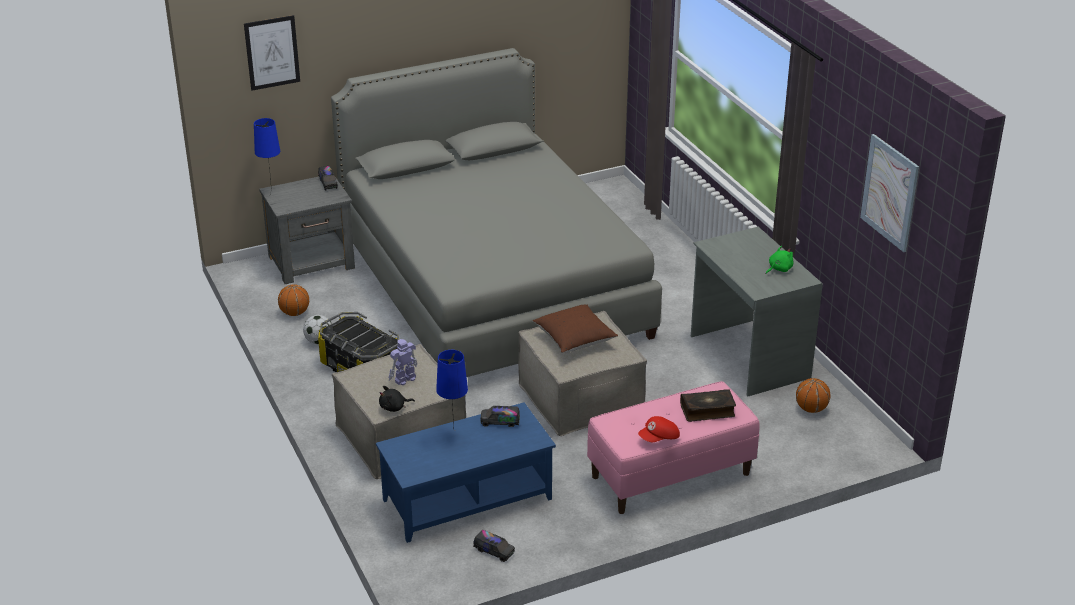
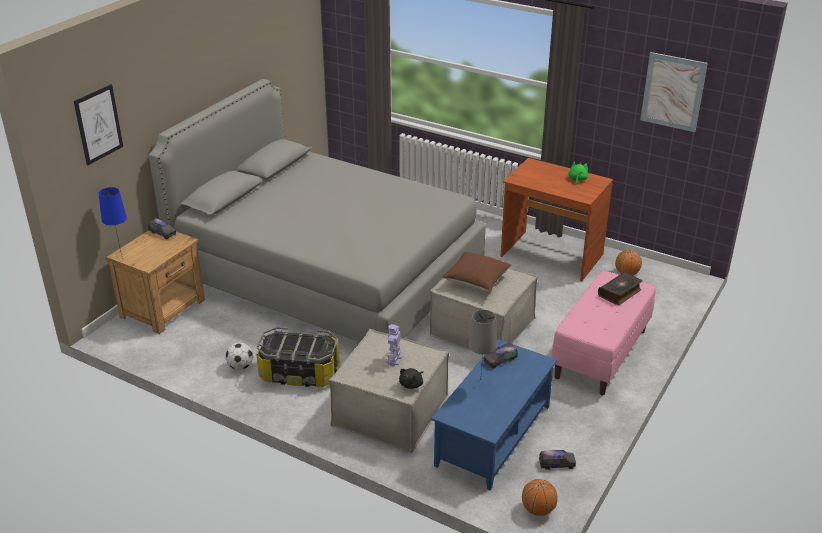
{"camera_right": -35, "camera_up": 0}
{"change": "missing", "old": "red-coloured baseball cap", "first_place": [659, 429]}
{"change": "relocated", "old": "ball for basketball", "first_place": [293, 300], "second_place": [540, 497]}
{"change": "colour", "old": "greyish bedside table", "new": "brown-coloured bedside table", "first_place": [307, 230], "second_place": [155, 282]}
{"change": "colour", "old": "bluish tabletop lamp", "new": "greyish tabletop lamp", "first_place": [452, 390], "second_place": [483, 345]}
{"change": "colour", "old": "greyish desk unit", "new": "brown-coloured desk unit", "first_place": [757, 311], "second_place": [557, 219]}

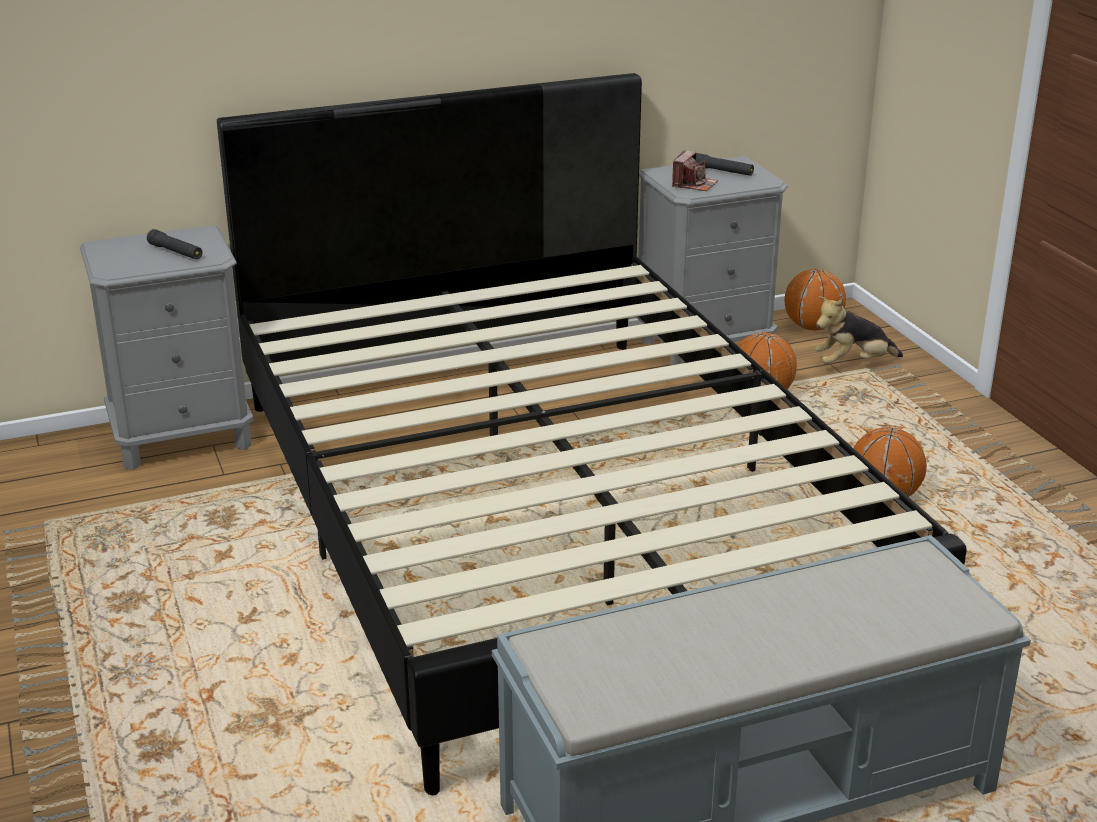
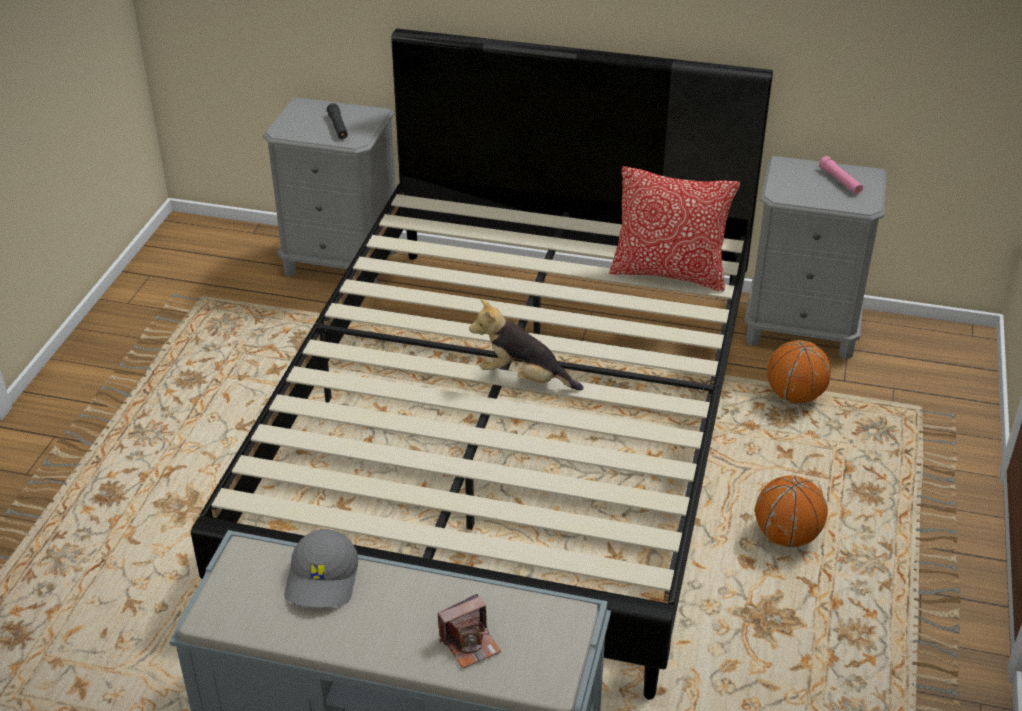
{"camera_right": 35, "camera_up": 10}
{"change": "missing", "old": "ball for basketball", "first_place": [815, 299]}
{"change": "appeared", "new": "greyish baseball cap", "second_place": [321, 568]}
{"change": "appeared", "new": "pillow", "second_place": [674, 229]}
{"change": "relocated", "old": "photo camera", "first_place": [695, 170], "second_place": [469, 631]}
{"change": "relocated", "old": "cuddly toy", "first_place": [859, 330], "second_place": [526, 344]}
{"change": "colour", "old": "black flashlight", "new": "pinkish flashlight", "first_place": [725, 164], "second_place": [841, 175]}

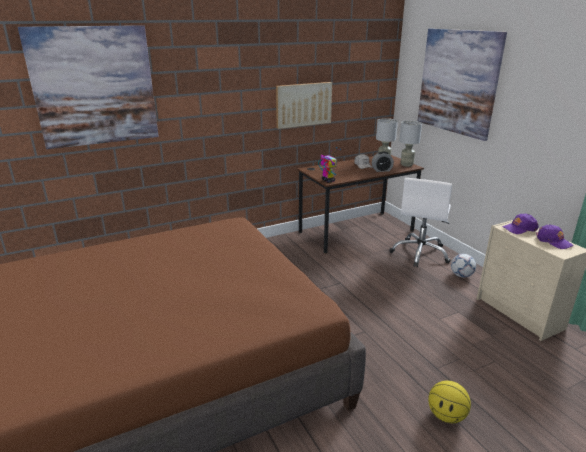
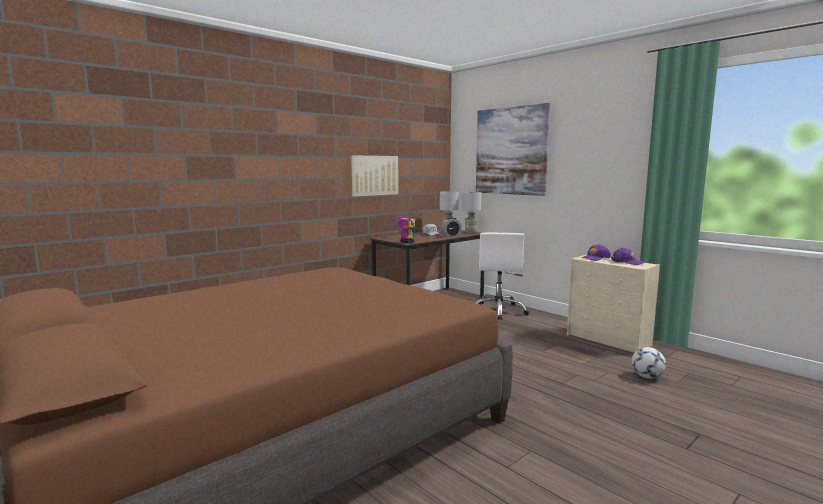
{"camera_right": -15, "camera_up": -15}
{"change": "missing", "old": "picture", "first_place": [88, 87]}
{"change": "missing", "old": "ball for basketball", "first_place": [449, 402]}
{"change": "relocated", "old": "ball for football", "first_place": [463, 266], "second_place": [649, 363]}

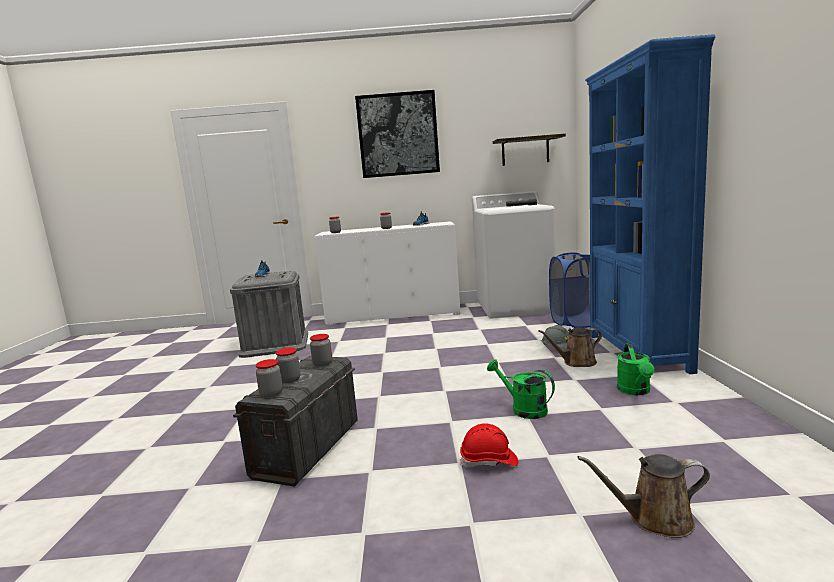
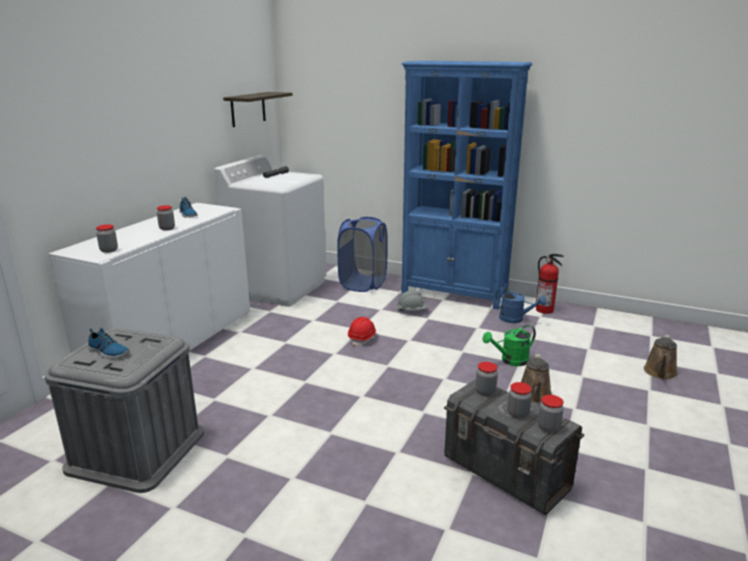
{"camera_right": -65, "camera_up": 10}
{"change": "missing", "old": "picture", "first_place": [397, 134]}
{"change": "appeared", "new": "fire extinguisher", "second_place": [550, 284]}
{"change": "relocated", "old": "red-coloured work helmet", "first_place": [489, 445], "second_place": [363, 332]}
{"change": "relocated", "old": "brown-coloured watering pot", "first_place": [570, 347], "second_place": [536, 378]}
{"change": "colour", "old": "greenish watering pot", "new": "bluish watering pot", "first_place": [636, 369], "second_place": [521, 305]}

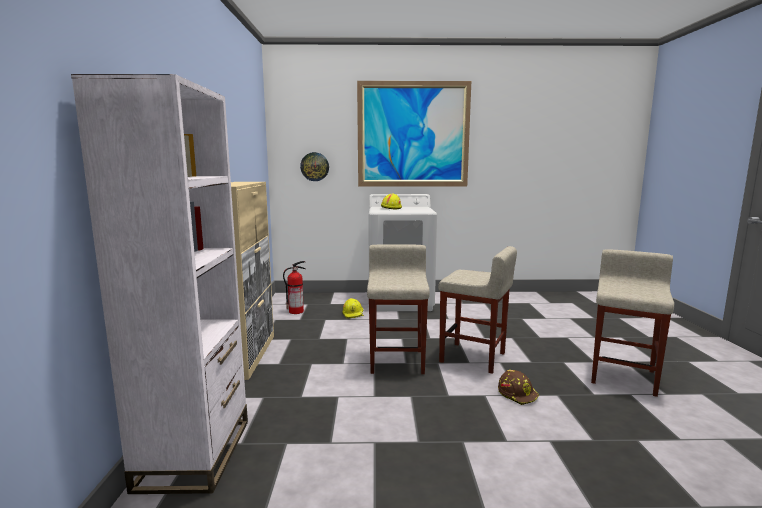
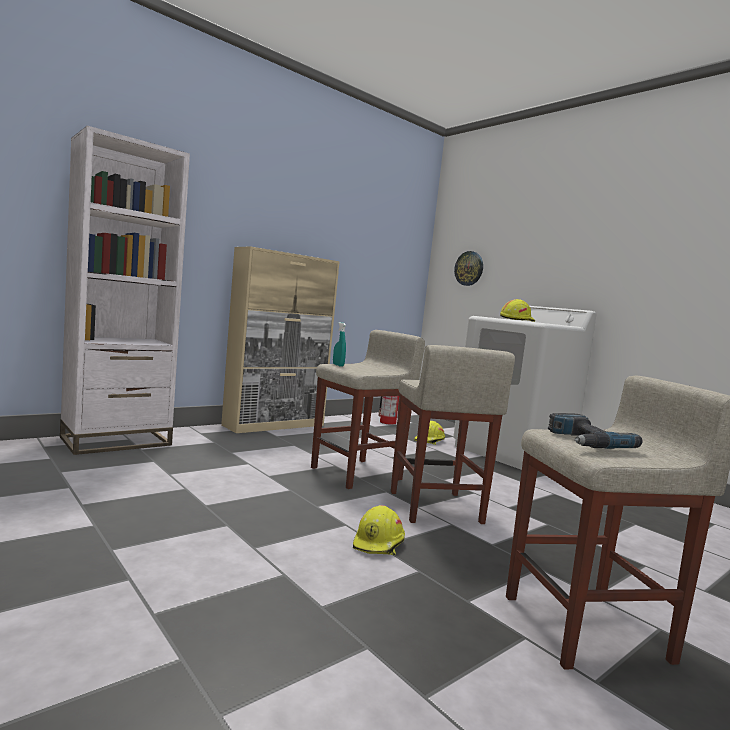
{"camera_right": 50, "camera_up": -5}
{"change": "missing", "old": "picture", "first_place": [414, 134]}
{"change": "appeared", "new": "blue-green hand sprayer", "second_place": [339, 344]}
{"change": "appeared", "new": "power drill", "second_place": [595, 431]}
{"change": "colour", "old": "brown-coloured work helmet", "new": "yellow-coloured work helmet", "first_place": [518, 387], "second_place": [379, 530]}

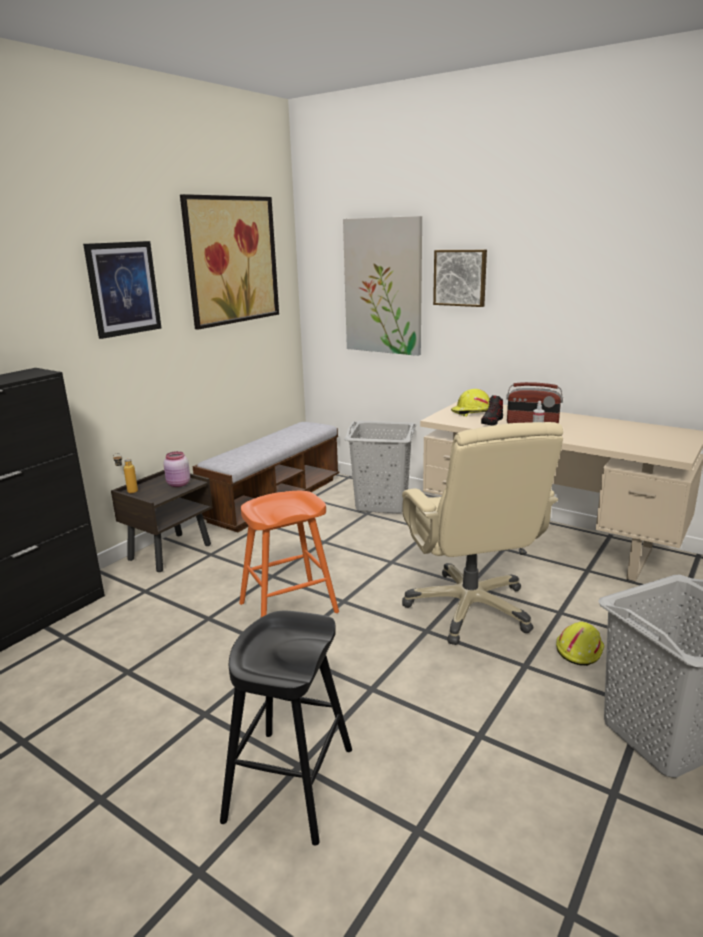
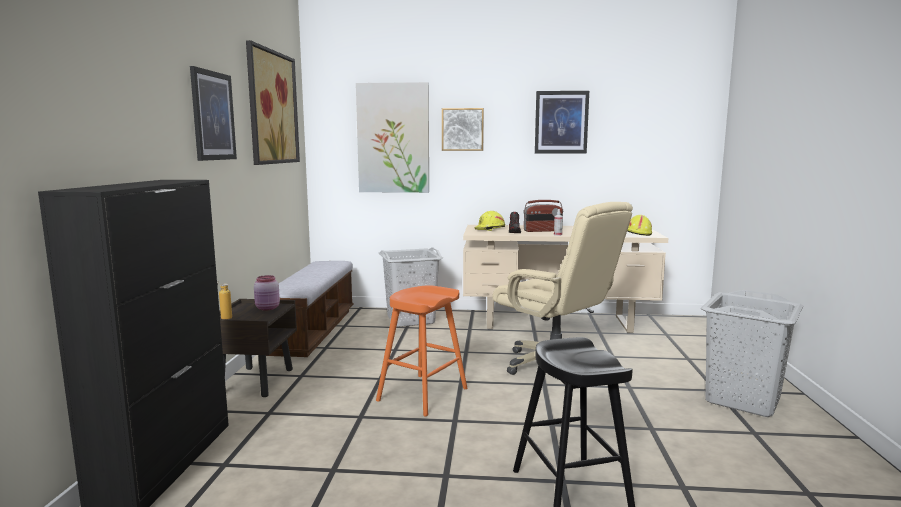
{"camera_right": -30, "camera_up": -10}
{"change": "appeared", "new": "picture", "second_place": [562, 122]}
{"change": "relocated", "old": "yellow-coloured work helmet", "first_place": [580, 644], "second_place": [639, 225]}

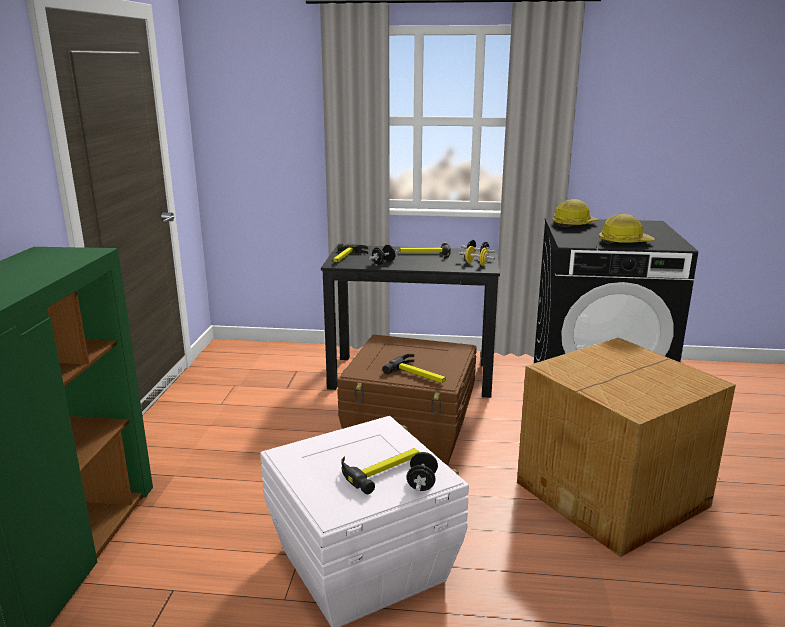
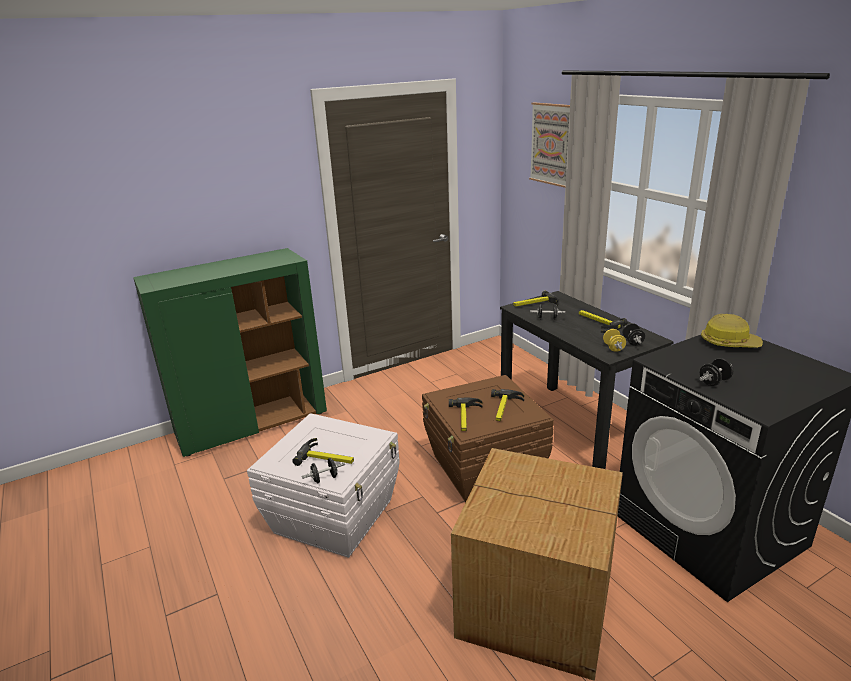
{"camera_right": 55, "camera_up": 5}
{"change": "appeared", "new": "hand hammer", "second_place": [507, 405]}
{"change": "appeared", "new": "picture", "second_place": [549, 145]}
{"change": "exchanged", "old": "work helmet", "new": "black free weight", "first_place": [627, 229], "second_place": [716, 372]}

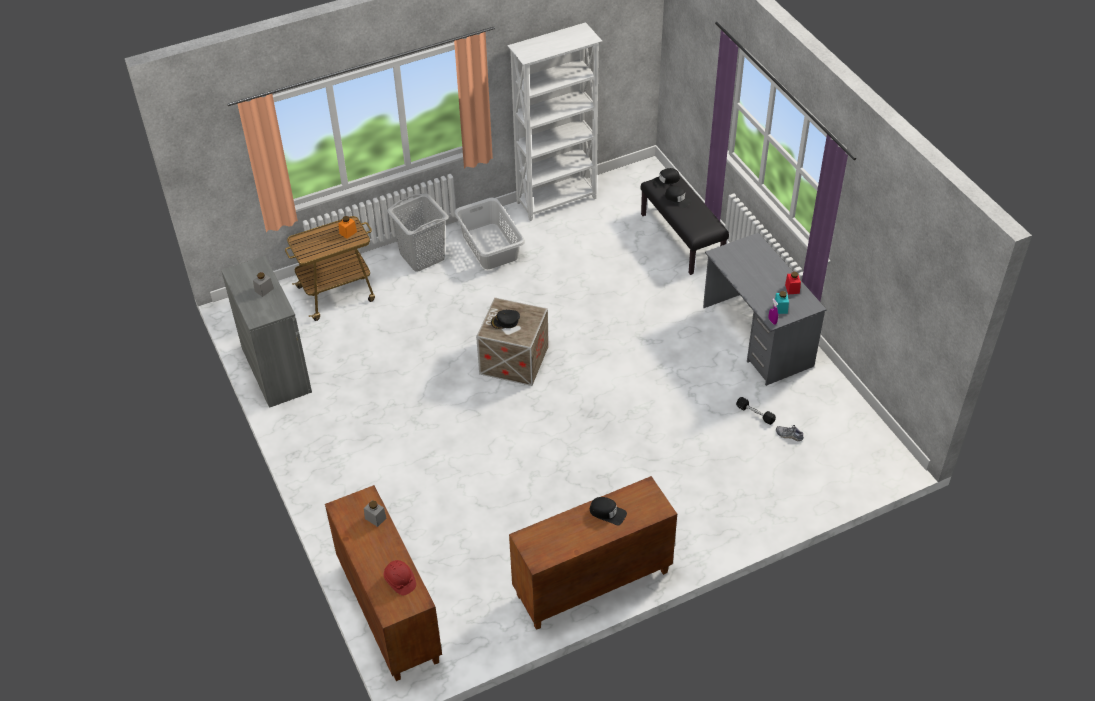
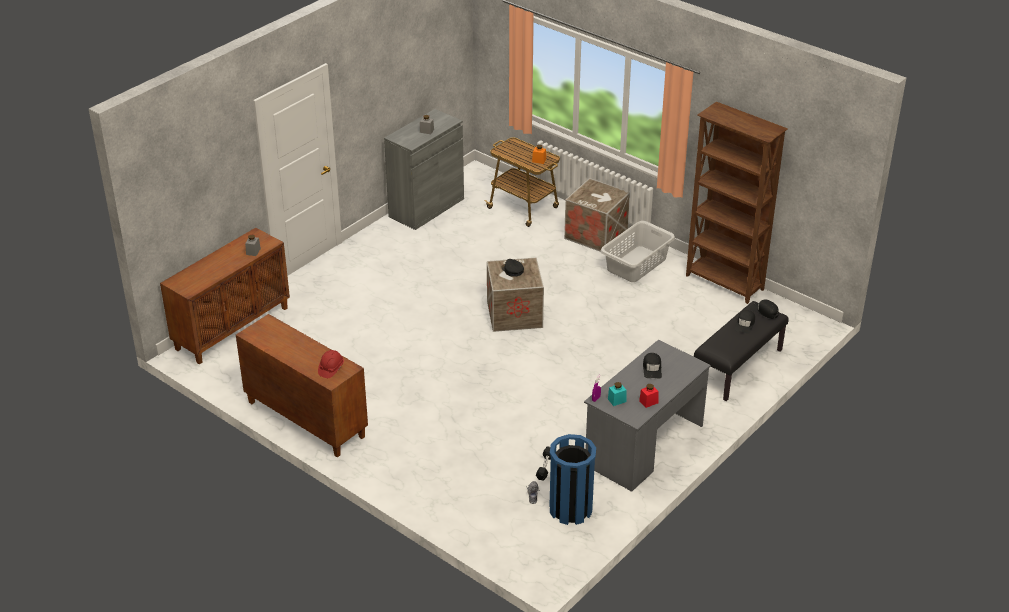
{"camera_right": 65, "camera_up": -10}
{"change": "appeared", "new": "bluish trash can", "second_place": [572, 479]}
{"change": "relocated", "old": "red-coloured work helmet", "first_place": [400, 577], "second_place": [331, 364]}
{"change": "relocated", "old": "black baseball cap", "first_place": [608, 511], "second_place": [652, 365]}
{"change": "exchanged", "old": "greyish hamper", "new": "crate", "first_place": [418, 232], "second_place": [597, 214]}
{"change": "colour", "old": "whitish bookcase", "new": "brown-coloured bookcase", "first_place": [554, 121], "second_place": [737, 203]}

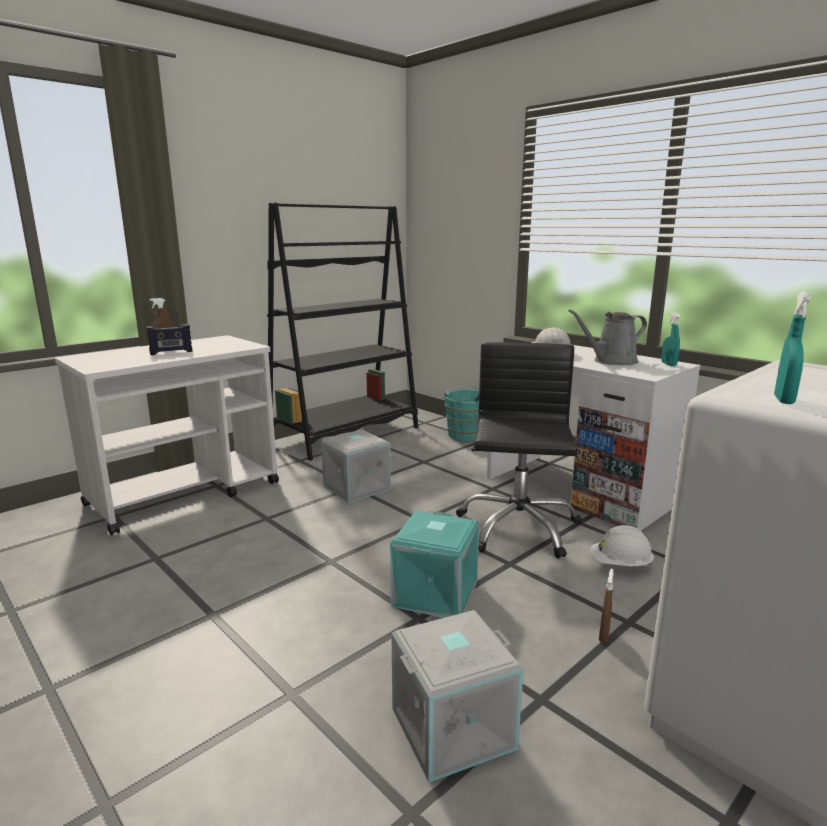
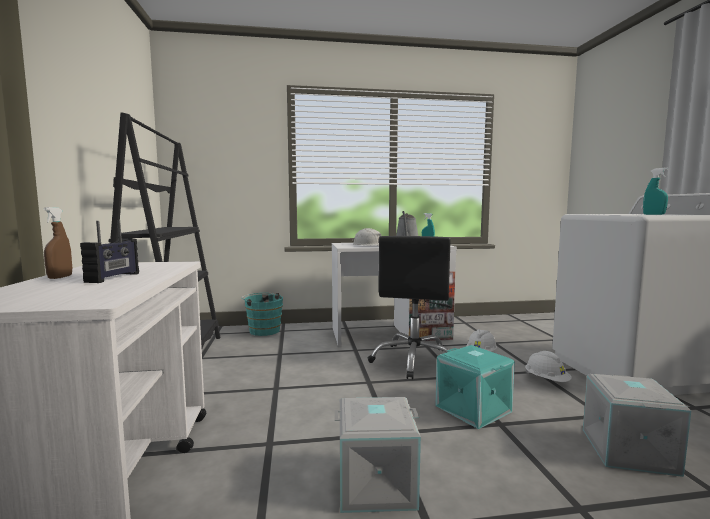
{"camera_right": -55, "camera_up": -10}
{"change": "relocated", "old": "greyish storage container", "first_place": [356, 466], "second_place": [378, 455]}
{"change": "exchanged", "old": "brown-coloured hand sprayer", "new": "whitish work helmet", "first_place": [606, 606], "second_place": [548, 366]}
{"change": "spun", "old": "black computer chair", "first_place": [519, 450], "second_place": [410, 307], "degrees": -120}

